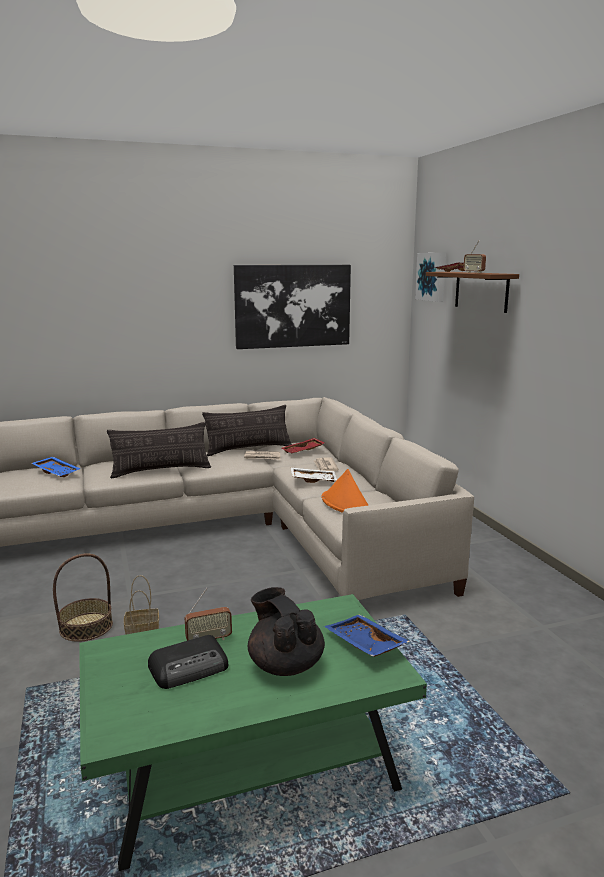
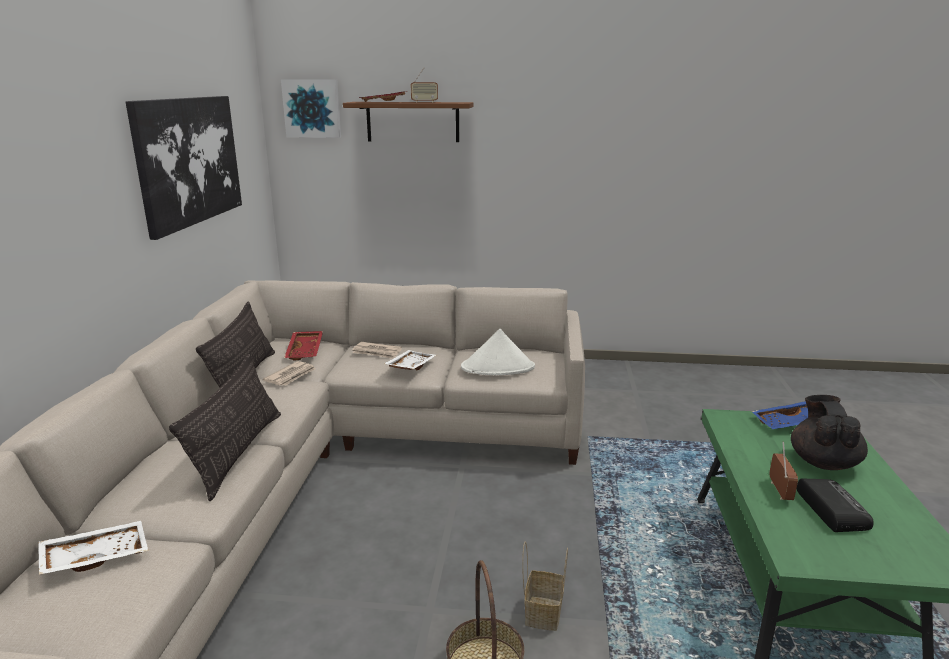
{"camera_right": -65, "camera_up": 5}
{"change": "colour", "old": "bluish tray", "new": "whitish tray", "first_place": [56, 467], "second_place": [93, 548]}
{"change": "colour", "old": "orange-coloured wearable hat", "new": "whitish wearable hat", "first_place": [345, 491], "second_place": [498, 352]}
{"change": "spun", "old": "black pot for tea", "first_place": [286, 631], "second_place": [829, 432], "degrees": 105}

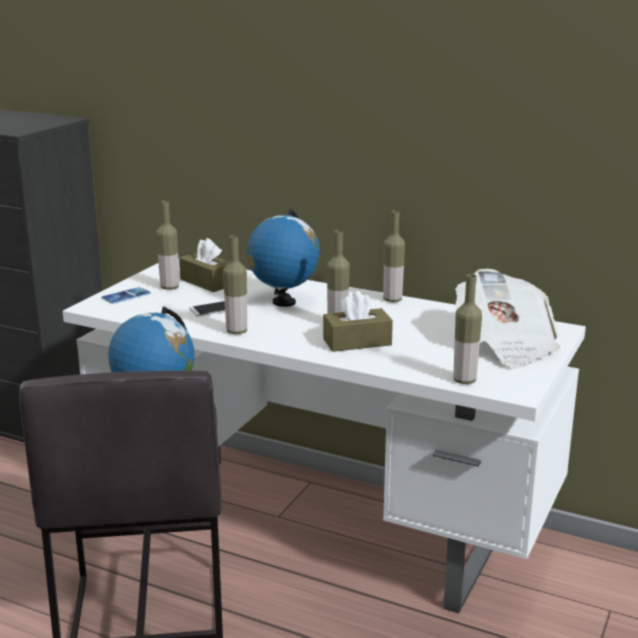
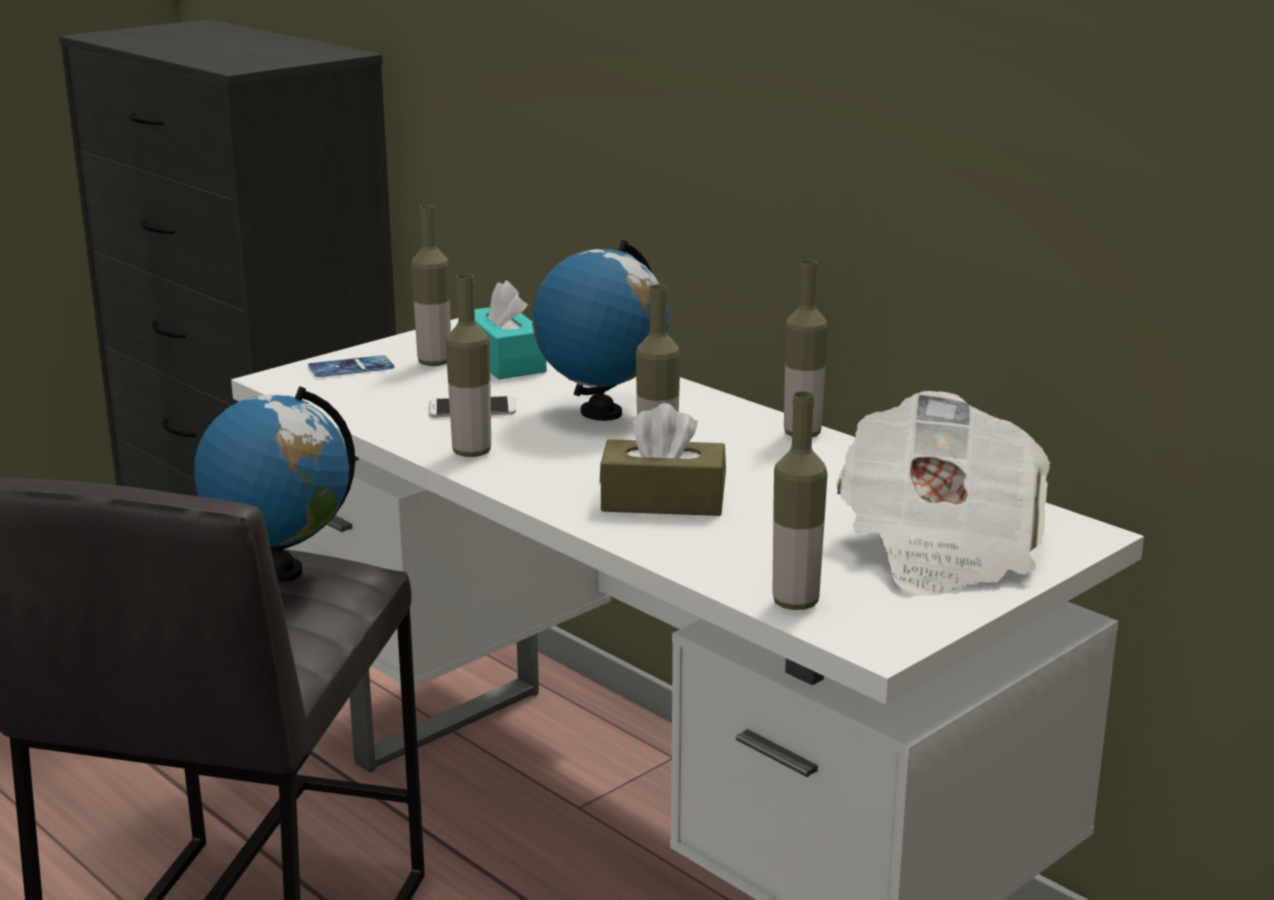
{"camera_right": 20, "camera_up": 0}
{"change": "colour", "old": "brown-coloured tissue box", "new": "blue-green tissue box", "first_place": [204, 265], "second_place": [511, 329]}

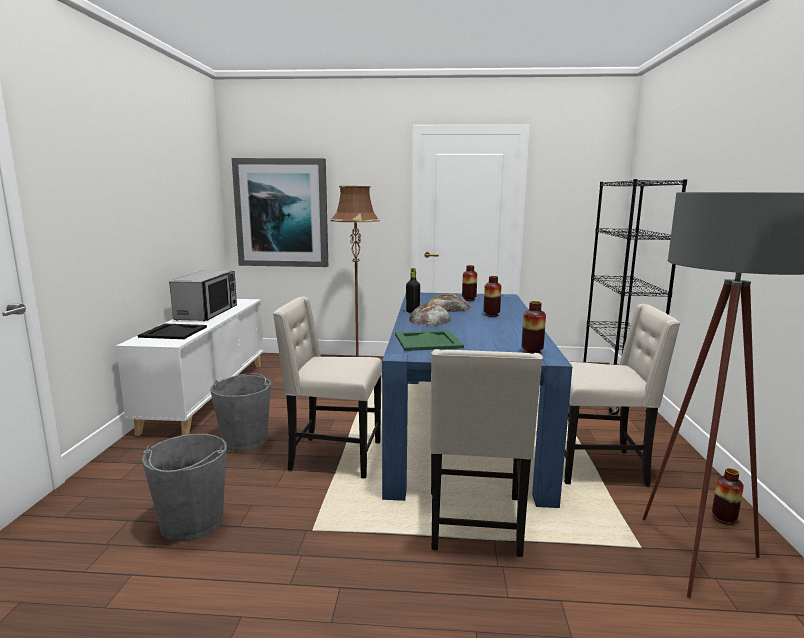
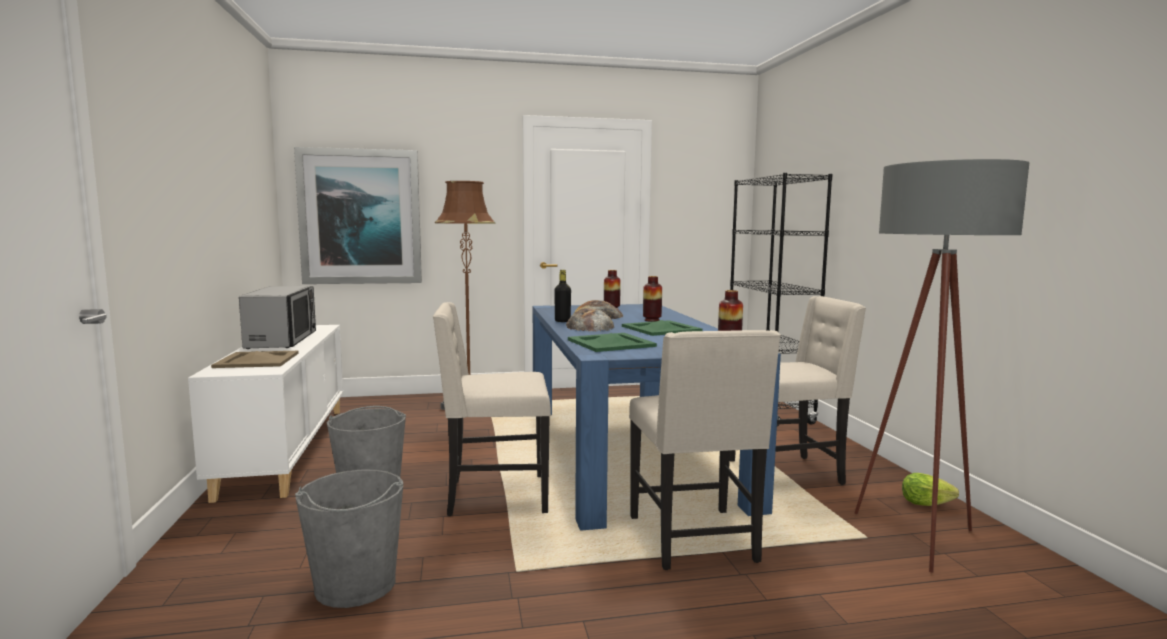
{"camera_right": -15, "camera_up": -5}
{"change": "appeared", "new": "greenish tray", "second_place": [662, 328]}
{"change": "exchanged", "old": "decorative vase", "new": "lettuce head", "first_place": [728, 496], "second_place": [930, 489]}
{"change": "colour", "old": "black tray", "new": "sand-coloured tray", "first_place": [172, 331], "second_place": [255, 359]}

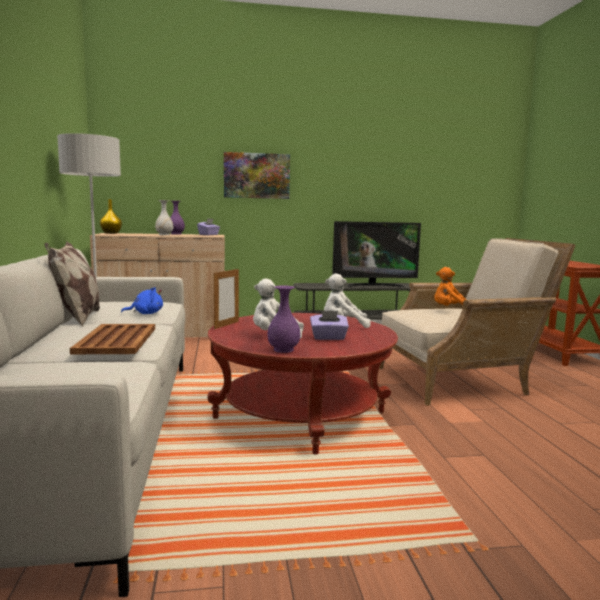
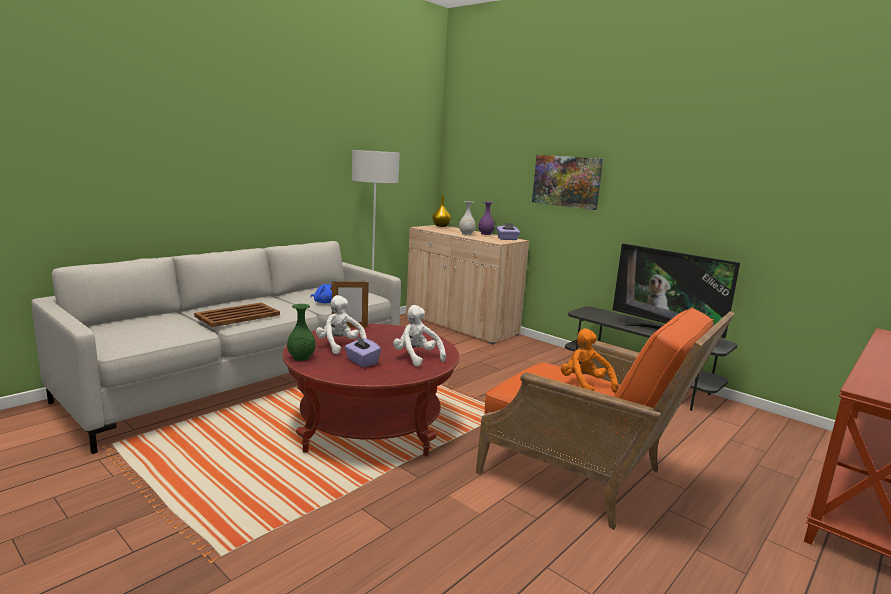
{"camera_right": 50, "camera_up": 5}
{"change": "missing", "old": "pillow", "first_place": [72, 284]}
{"change": "colour", "old": "purple-coloured decorative vase", "new": "greenish decorative vase", "first_place": [284, 319], "second_place": [301, 332]}
{"change": "colour", "old": "sand-coloured easy chair", "new": "orange-coloured easy chair", "first_place": [477, 322], "second_place": [605, 418]}

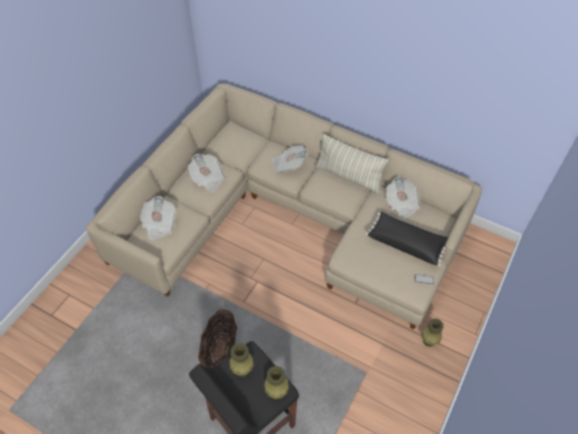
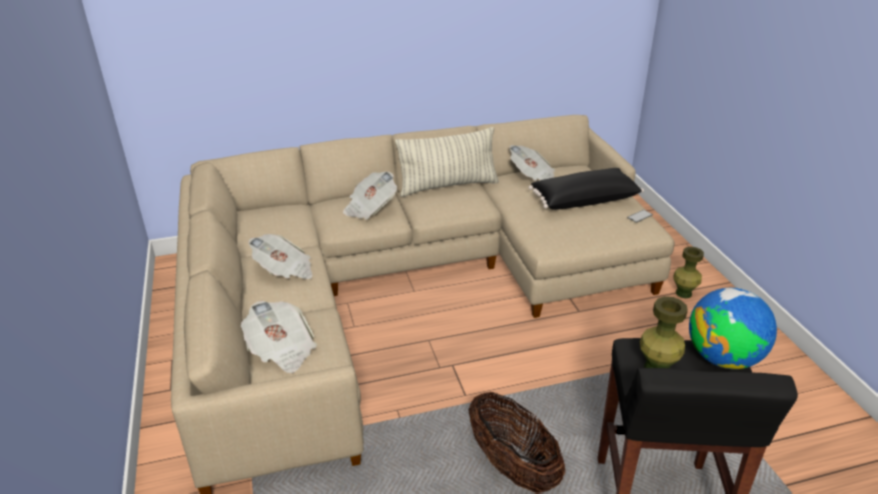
{"camera_right": -45, "camera_up": -20}
{"change": "exchanged", "old": "greenish decorative vase", "new": "globe", "first_place": [276, 382], "second_place": [733, 328]}

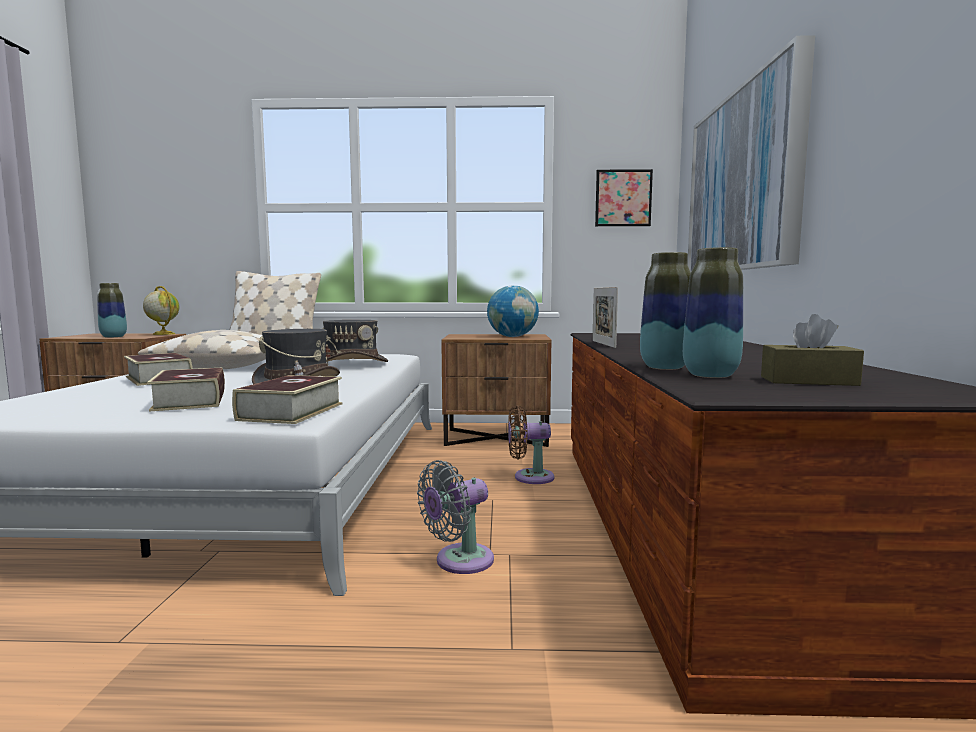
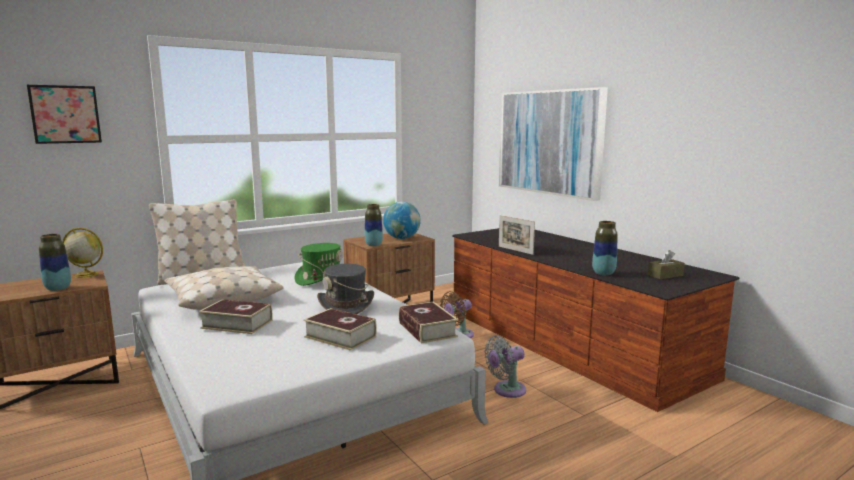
{"camera_right": -35, "camera_up": 5}
{"change": "relocated", "old": "picture", "first_place": [624, 197], "second_place": [64, 114]}
{"change": "relocated", "old": "decorative vase", "first_place": [713, 312], "second_place": [374, 225]}
{"change": "colour", "old": "greyish wearable hat", "new": "greenish wearable hat", "first_place": [355, 341], "second_place": [319, 264]}
{"change": "spun", "old": "greyish fan", "first_place": [455, 517], "second_place": [505, 367], "degrees": 45}

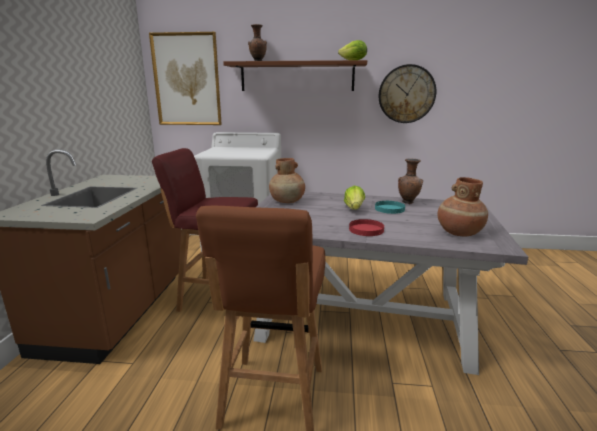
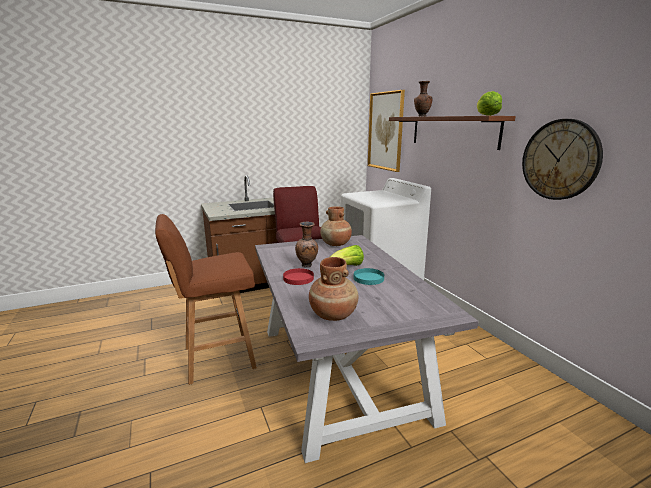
{"camera_right": 60, "camera_up": 0}
{"change": "relocated", "old": "brown-coloured decorative vase", "first_place": [410, 181], "second_place": [306, 244]}

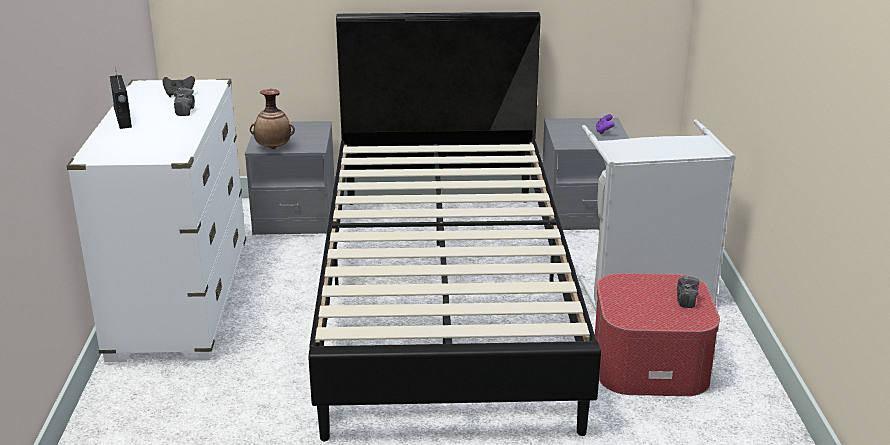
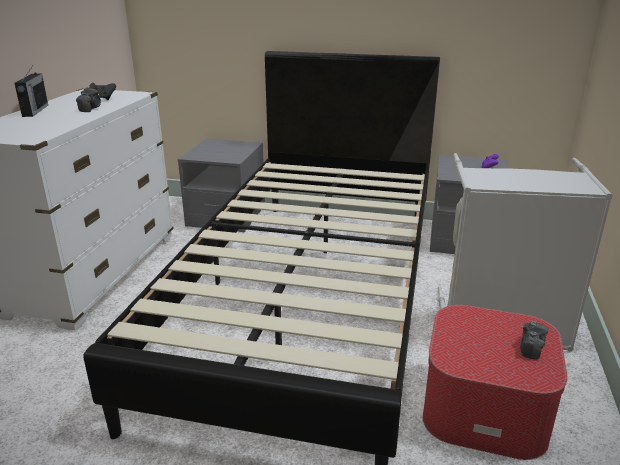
{"camera_right": 15, "camera_up": 0}
{"change": "missing", "old": "decorative vase", "first_place": [272, 119]}

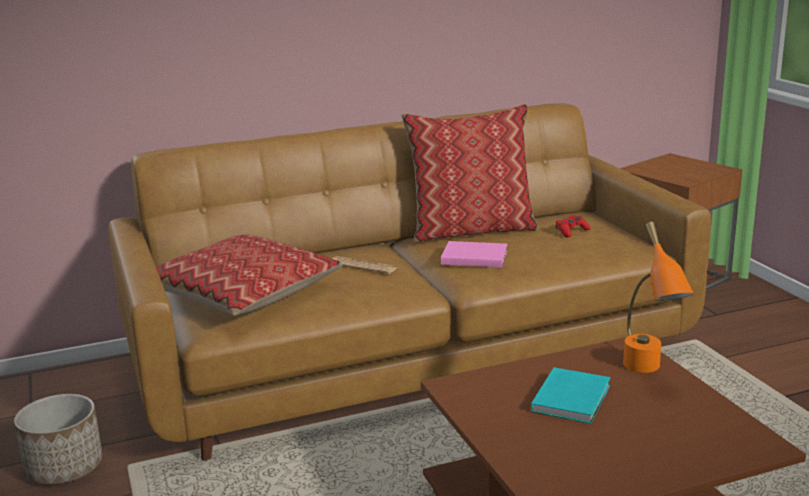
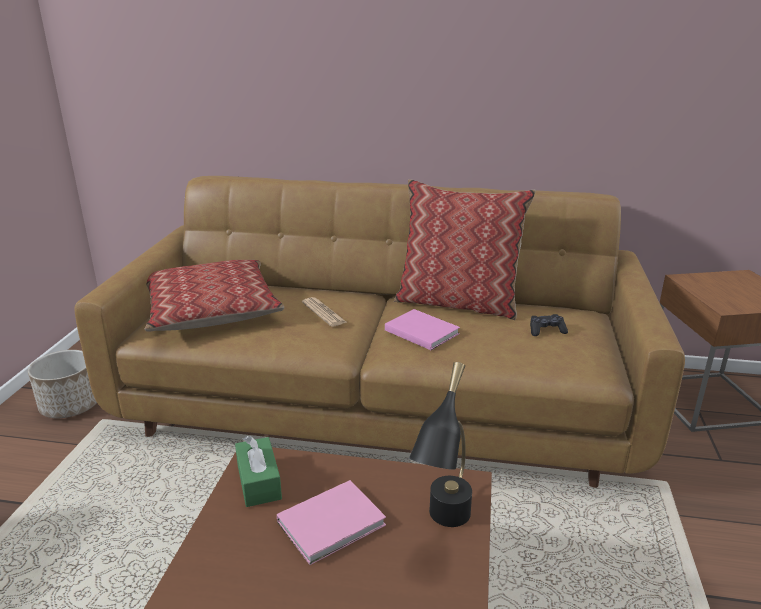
{"camera_right": 30, "camera_up": 5}
{"change": "appeared", "new": "greenish tissue box", "second_place": [258, 471]}
{"change": "colour", "old": "blue-green book", "new": "pinkish book", "first_place": [570, 395], "second_place": [331, 522]}
{"change": "colour", "old": "red-coloured joypad", "new": "black joypad", "first_place": [573, 226], "second_place": [549, 325]}
{"change": "colour", "old": "orange-coloured tabletop lamp", "new": "black tabletop lamp", "first_place": [658, 297], "second_place": [440, 444]}

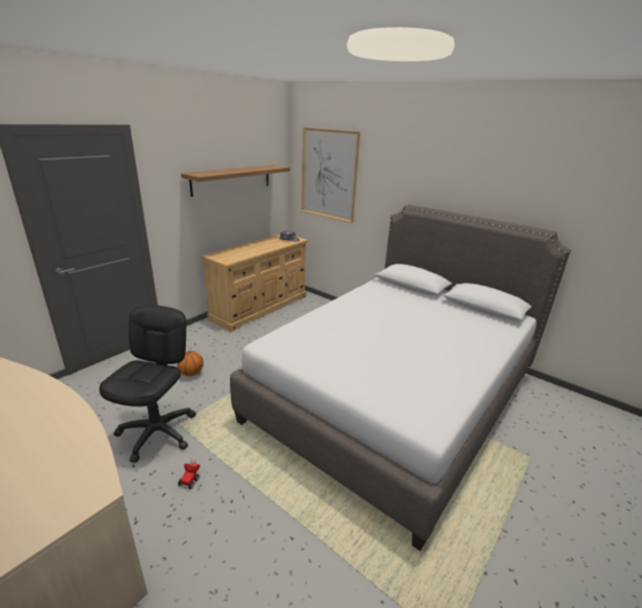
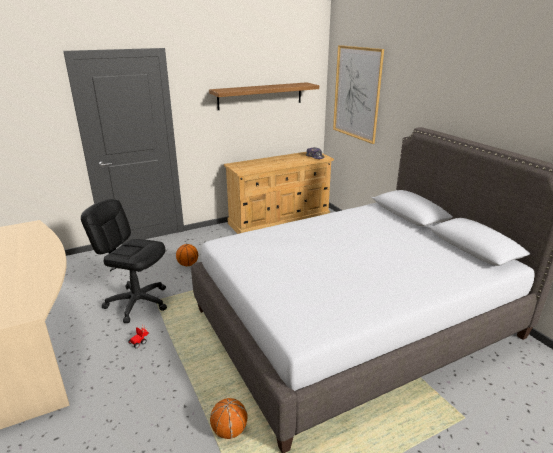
{"camera_right": 25, "camera_up": 0}
{"change": "appeared", "new": "ball for basketball", "second_place": [229, 418]}
{"change": "spun", "old": "black computer chair", "first_place": [147, 384], "second_place": [124, 261], "degrees": -105}

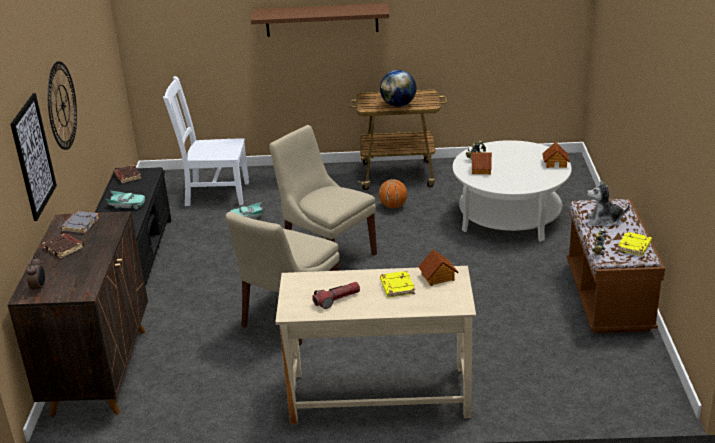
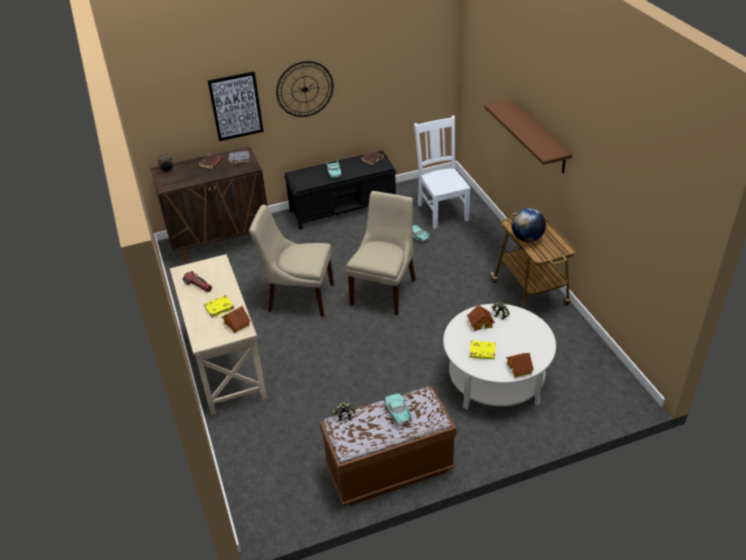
{"camera_right": 70, "camera_up": 10}
{"change": "missing", "old": "ball for basketball", "first_place": [393, 193]}
{"change": "relocated", "old": "yellow-coloured book", "first_place": [635, 244], "second_place": [483, 350]}
{"change": "exchanged", "old": "cuddly toy", "new": "blue-green model car", "first_place": [608, 203], "second_place": [398, 409]}

